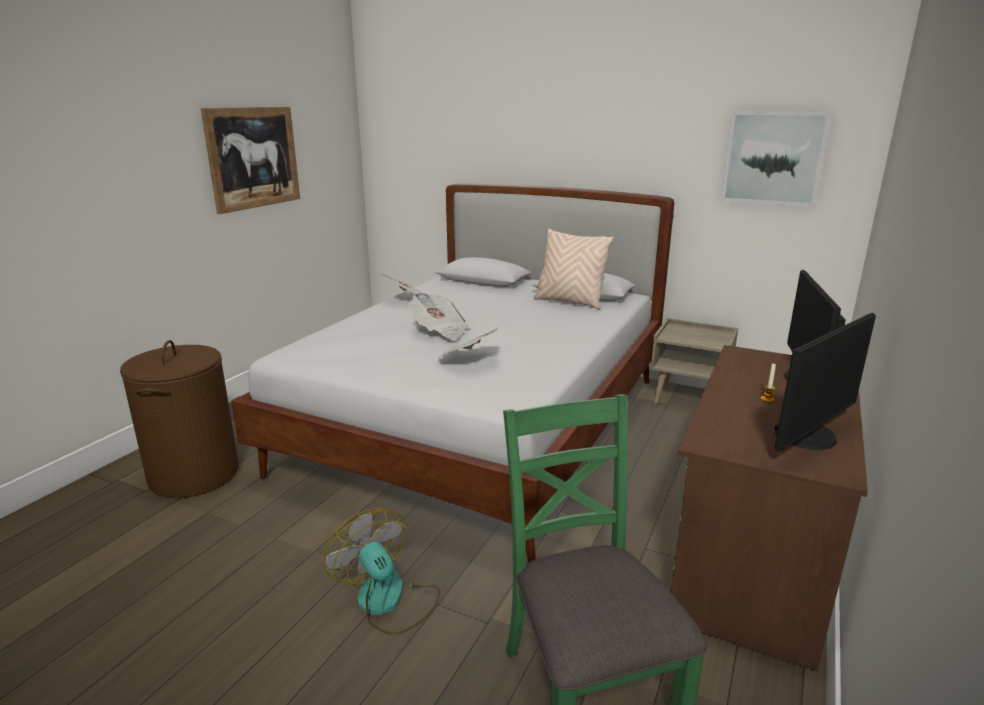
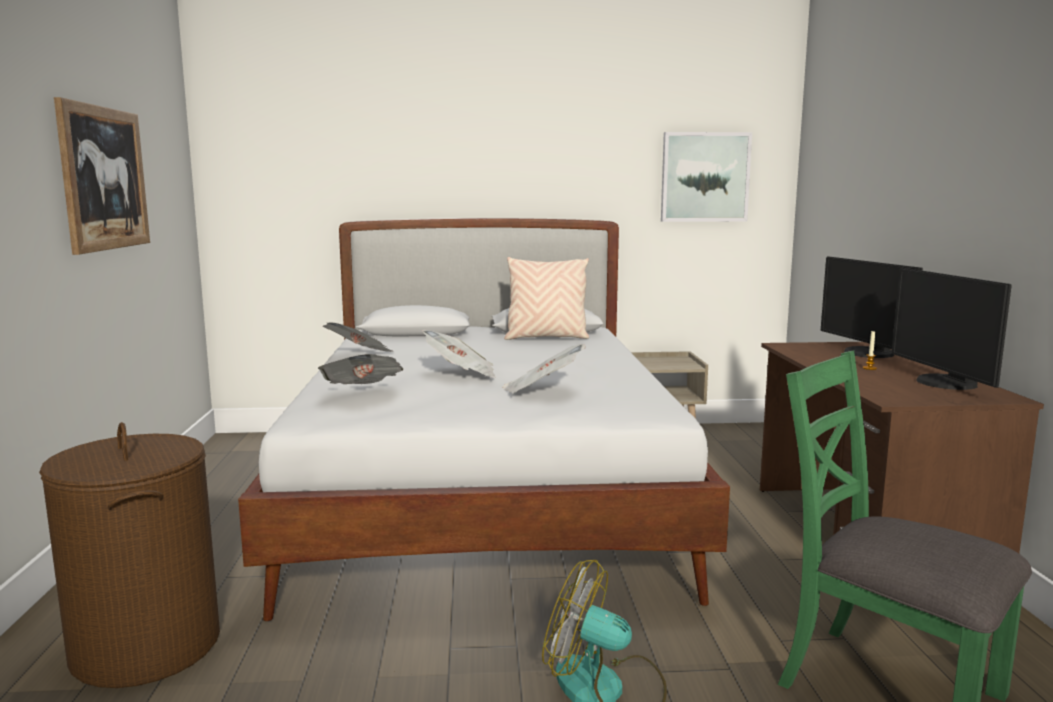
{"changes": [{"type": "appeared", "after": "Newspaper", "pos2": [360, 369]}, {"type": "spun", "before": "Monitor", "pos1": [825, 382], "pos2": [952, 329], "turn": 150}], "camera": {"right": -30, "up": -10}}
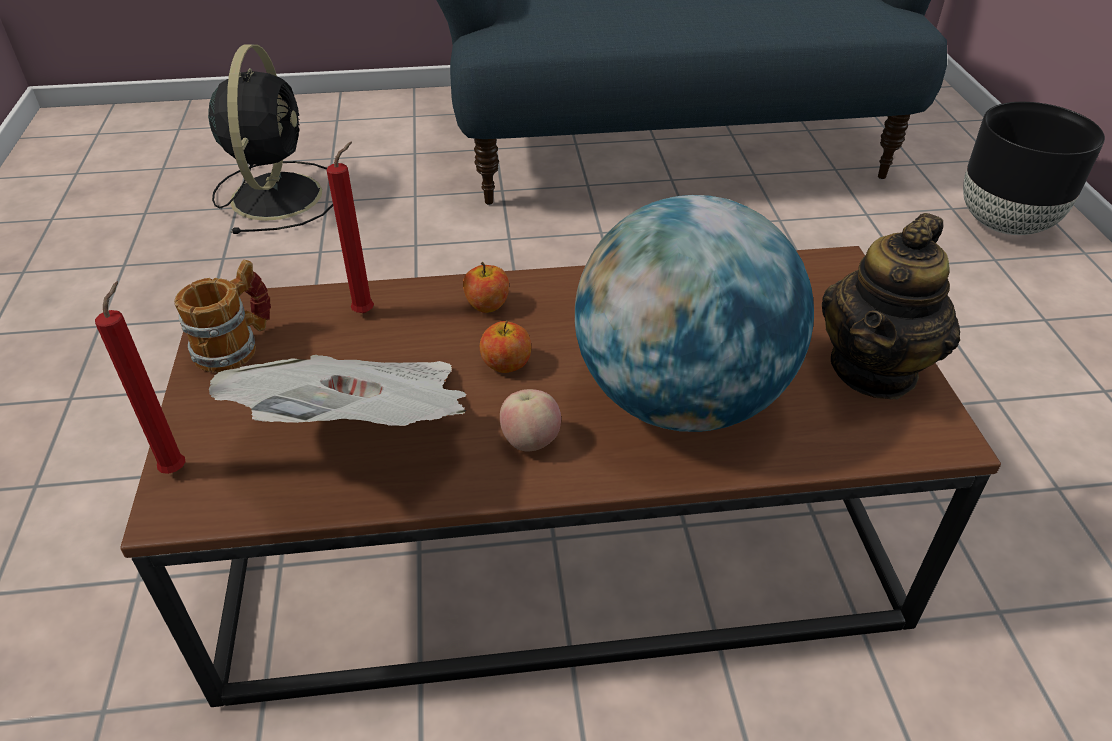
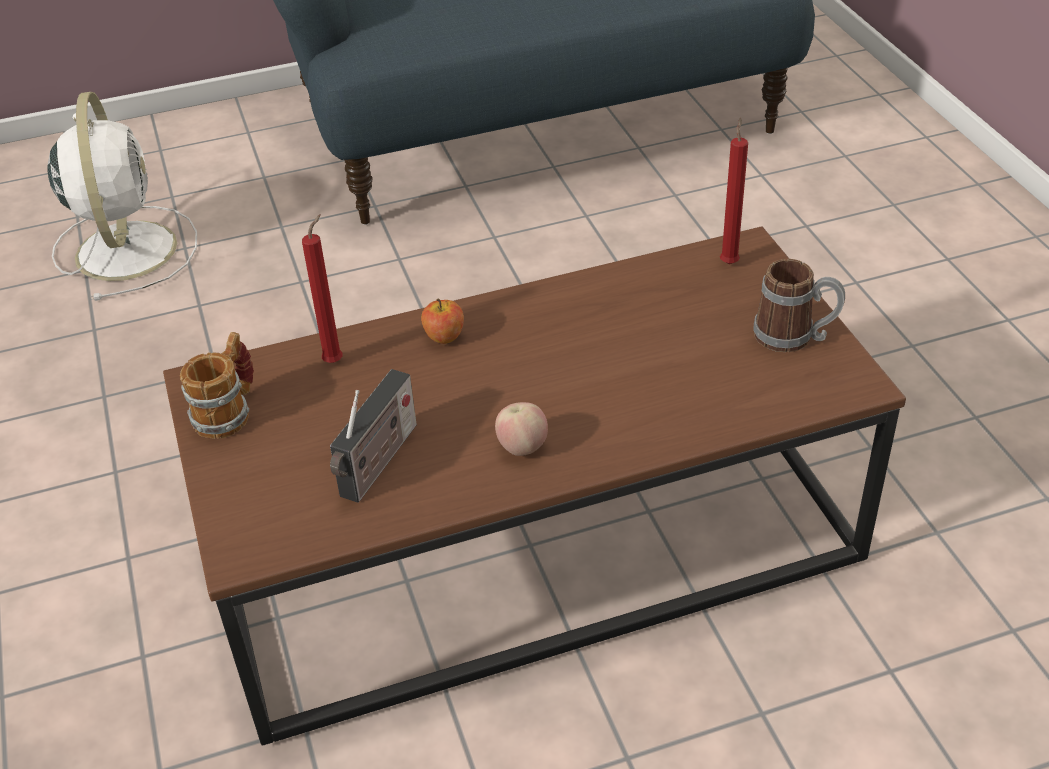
{"changes": [{"type": "colour", "before": "BlackFan", "after": "WhiteFan", "pos1": [270, 139], "pos2": [122, 196]}, {"type": "exchanged", "before": "Newspaper", "after": "Radio", "pos1": [338, 390], "pos2": [373, 436]}, {"type": "relocated", "before": "RedCandle", "pos1": [140, 377], "pos2": [734, 190]}, {"type": "exchanged", "before": "Teapot", "after": "Mug", "pos1": [890, 306], "pos2": [799, 305]}, {"type": "missing", "before": "Apple", "pos1": [505, 346]}, {"type": "missing", "before": "Globe", "pos1": [694, 313]}, {"type": "missing", "before": "BlackPlanter", "pos1": [1034, 168]}], "camera": {"right": -10, "up": 0}}
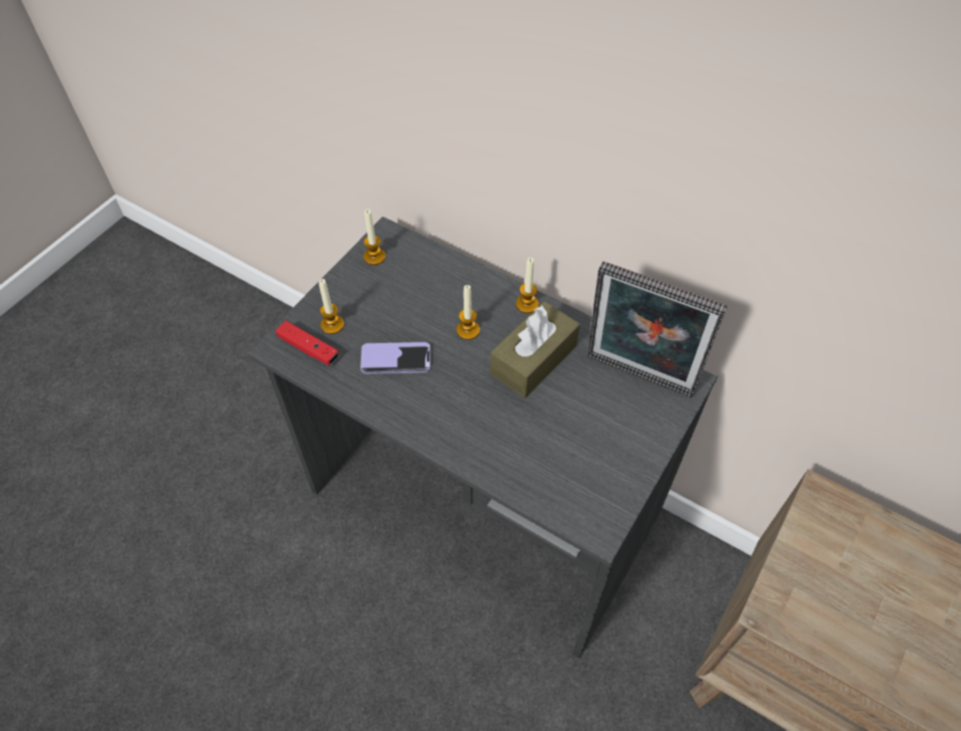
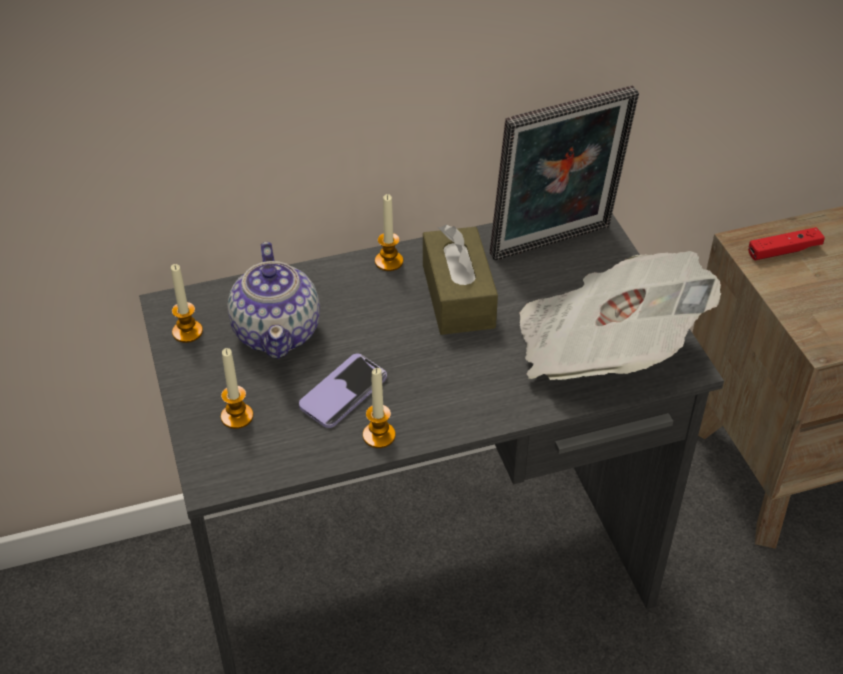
{"changes": [{"type": "appeared", "after": "Teapot", "pos2": [273, 300]}, {"type": "relocated", "before": "Candle", "pos1": [468, 312], "pos2": [379, 408]}, {"type": "appeared", "after": "Newspaper", "pos2": [620, 315]}, {"type": "relocated", "before": "RedGameController", "pos1": [307, 343], "pos2": [786, 243]}], "camera": {"right": -50, "up": -10}}
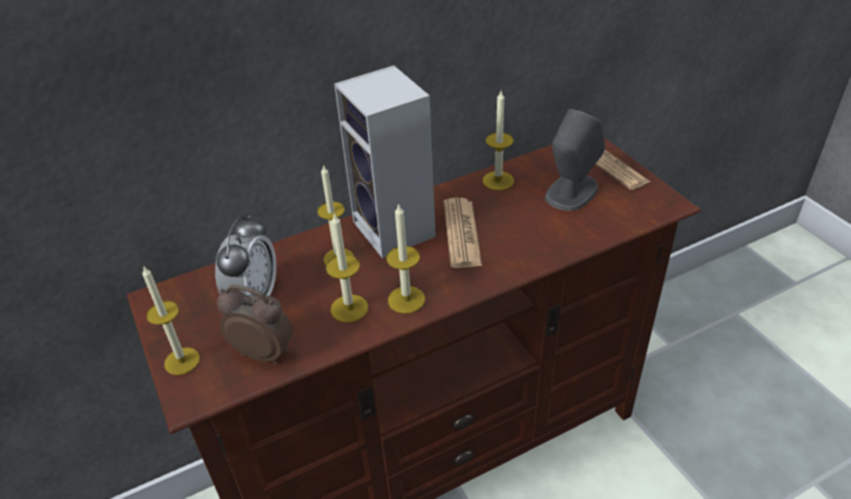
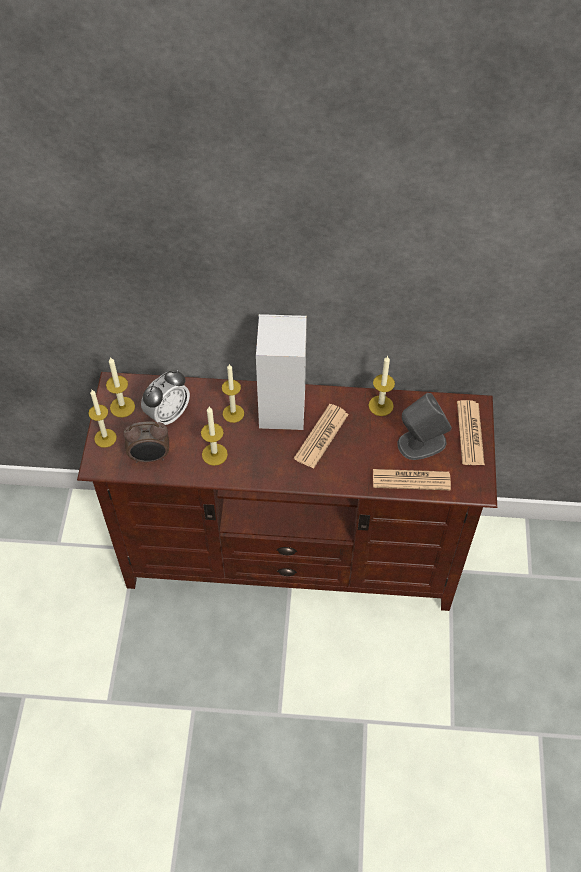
{"changes": [{"type": "relocated", "before": "Candle", "pos1": [405, 258], "pos2": [120, 387]}, {"type": "spun", "before": "AlarmClock", "pos1": [255, 325], "pos2": [146, 442], "turn": 120}, {"type": "appeared", "after": "Newspaper", "pos2": [412, 480]}], "camera": {"right": 30, "up": 15}}
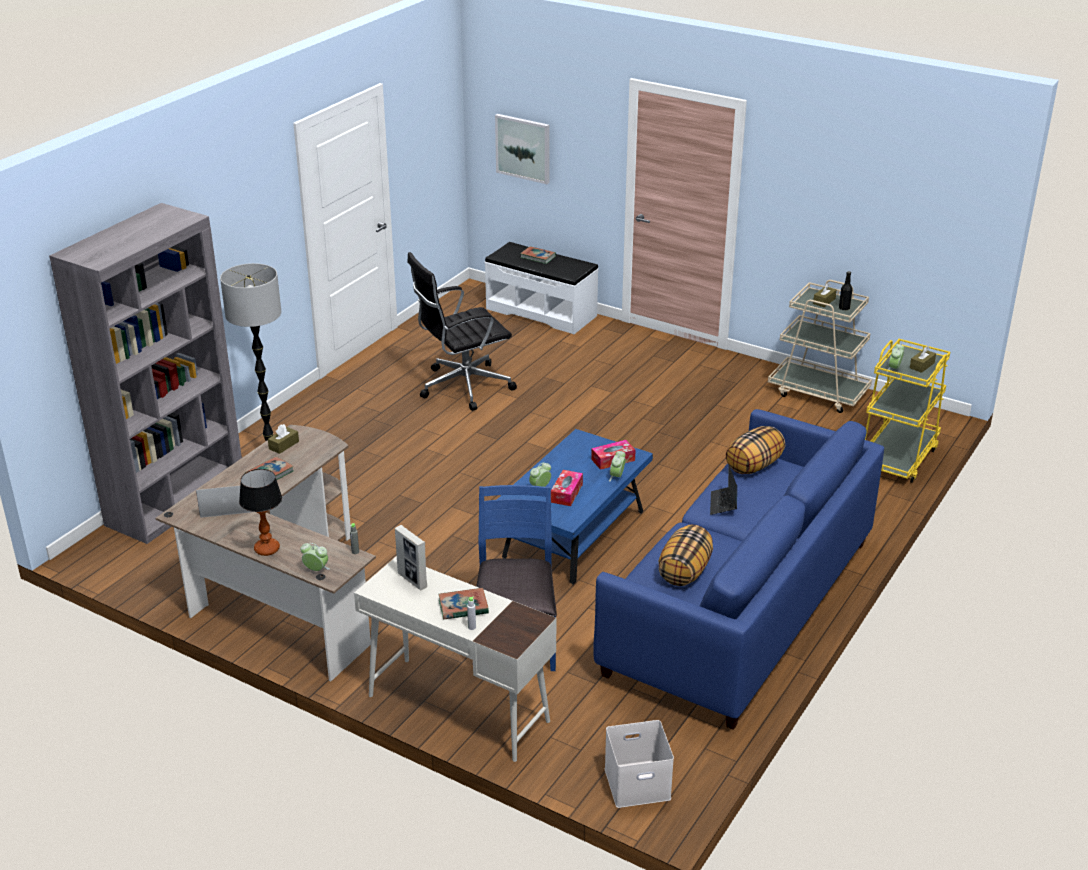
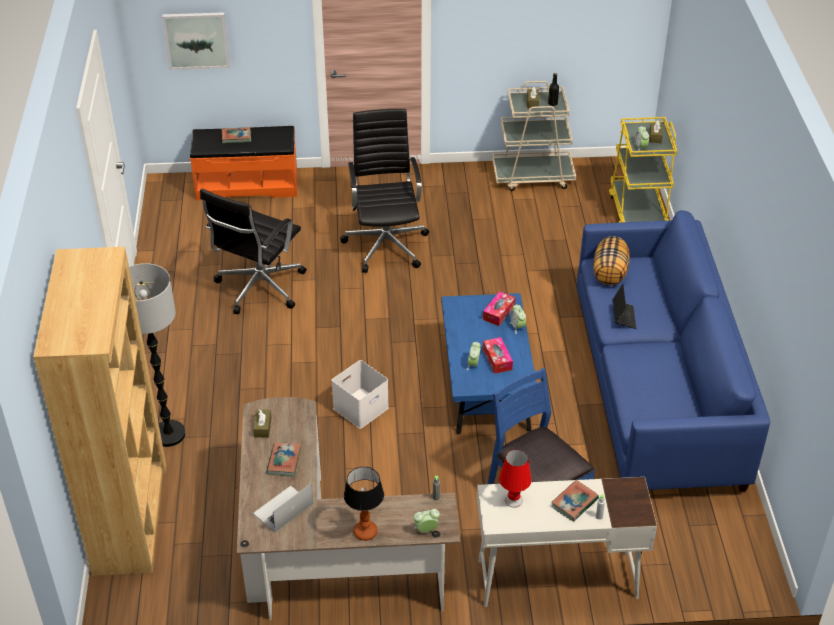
{"changes": [{"type": "colour", "before": "GreyBookcase", "after": "BrownBookcase", "pos1": [145, 373], "pos2": [99, 411]}, {"type": "colour", "before": "WhiteBench", "after": "OrangeBench", "pos1": [541, 288], "pos2": [243, 163]}, {"type": "relocated", "before": "WhiteStorageBox", "pos1": [639, 764], "pos2": [360, 394]}, {"type": "appeared", "after": "BlackOfficeChair", "pos2": [384, 191]}, {"type": "exchanged", "before": "PictureFrame", "after": "RedTableLamp", "pos1": [411, 557], "pos2": [515, 479]}, {"type": "spun", "before": "Laptop", "pos1": [723, 490], "pos2": [624, 306], "turn": -150}, {"type": "missing", "before": "Pillow", "pos1": [686, 555]}], "camera": {"right": -35, "up": 10}}
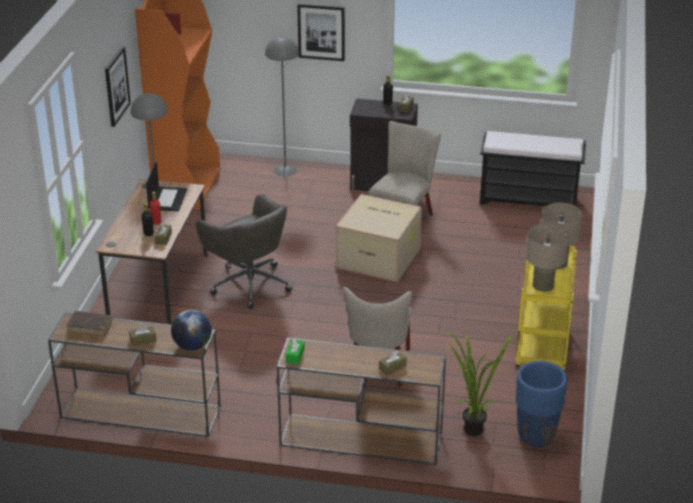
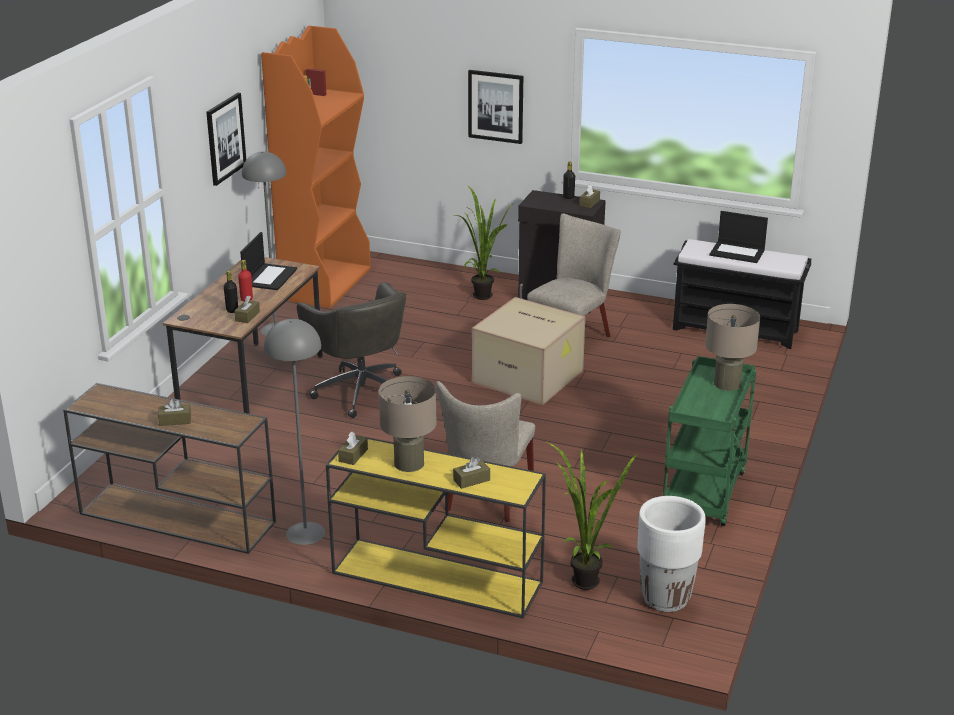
{"changes": [{"type": "relocated", "before": "GreyFloorLamp", "pos1": [282, 106], "pos2": [294, 432]}, {"type": "colour", "before": "BrownConsoleTable", "after": "YellowConsoleTable", "pos1": [361, 401], "pos2": [436, 527]}, {"type": "colour", "before": "GreenTissueBox", "after": "BrownTissueBox", "pos1": [295, 351], "pos2": [353, 448]}, {"type": "relocated", "before": "BeigeTableLamp", "pos1": [547, 258], "pos2": [408, 424]}, {"type": "appeared", "after": "PottedPlant", "pos2": [483, 242]}, {"type": "colour", "before": "BluePlanter", "after": "WhitePlanter", "pos1": [541, 404], "pos2": [671, 554]}, {"type": "colour", "before": "YellowCart", "after": "GreenCart", "pos1": [546, 308], "pos2": [709, 441]}, {"type": "appeared", "after": "Laptop", "pos2": [738, 237]}, {"type": "missing", "before": "BrownBook", "pos1": [90, 324]}, {"type": "missing", "before": "Globe", "pos1": [191, 330]}], "camera": {"right": 10, "up": -5}}
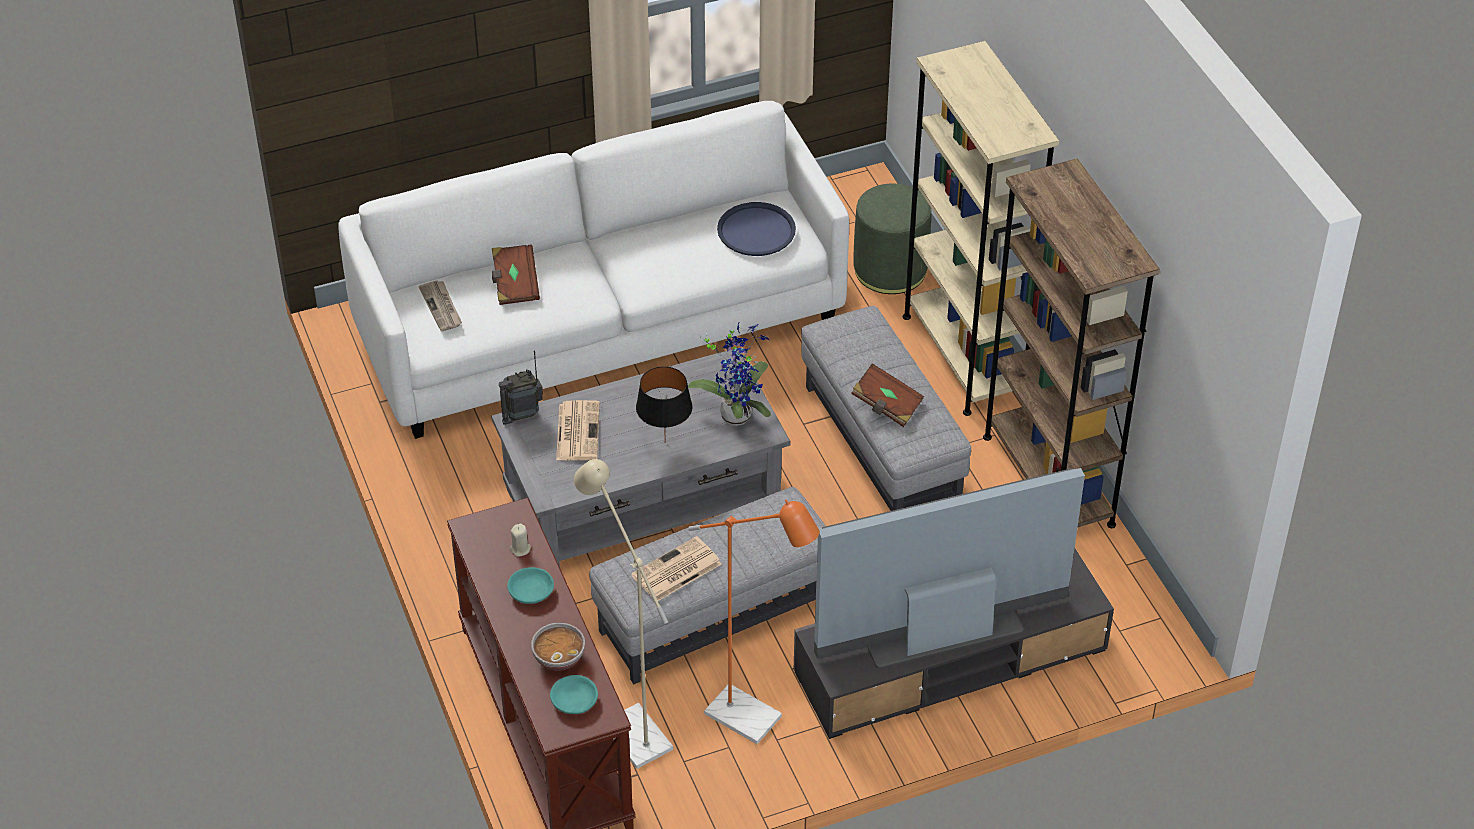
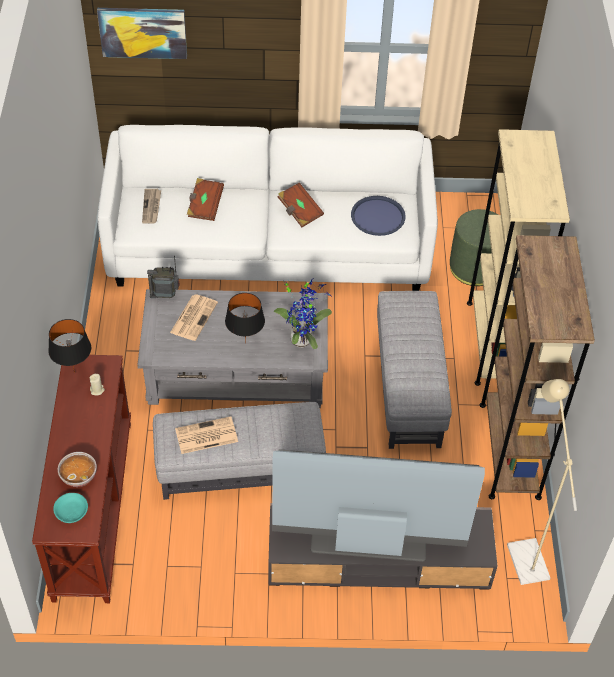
{"changes": [{"type": "appeared", "after": "BlackTableLamp", "pos2": [69, 346]}, {"type": "appeared", "after": "Picture", "pos2": [142, 33]}, {"type": "relocated", "before": "BrownBook", "pos1": [887, 395], "pos2": [301, 204]}, {"type": "relocated", "before": "BeigeFloorLamp", "pos1": [623, 614], "pos2": [542, 482]}, {"type": "missing", "before": "TurquoiseBowl", "pos1": [530, 585]}, {"type": "missing", "before": "OrangeFloorLamp", "pos1": [754, 621]}], "camera": {"right": 20, "up": 5}}
